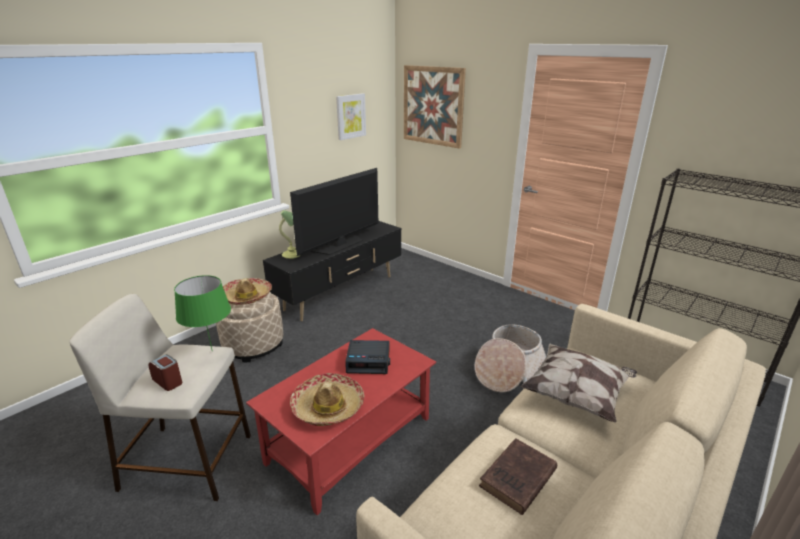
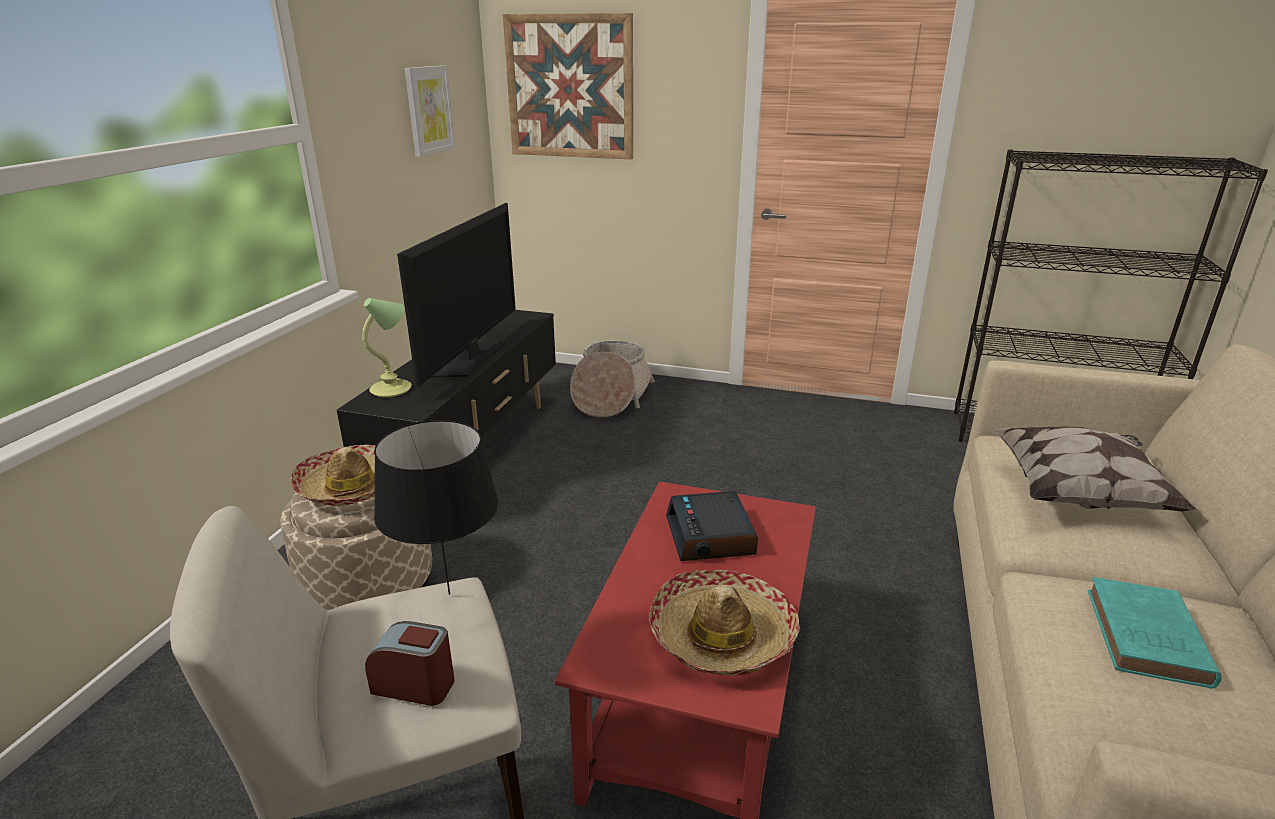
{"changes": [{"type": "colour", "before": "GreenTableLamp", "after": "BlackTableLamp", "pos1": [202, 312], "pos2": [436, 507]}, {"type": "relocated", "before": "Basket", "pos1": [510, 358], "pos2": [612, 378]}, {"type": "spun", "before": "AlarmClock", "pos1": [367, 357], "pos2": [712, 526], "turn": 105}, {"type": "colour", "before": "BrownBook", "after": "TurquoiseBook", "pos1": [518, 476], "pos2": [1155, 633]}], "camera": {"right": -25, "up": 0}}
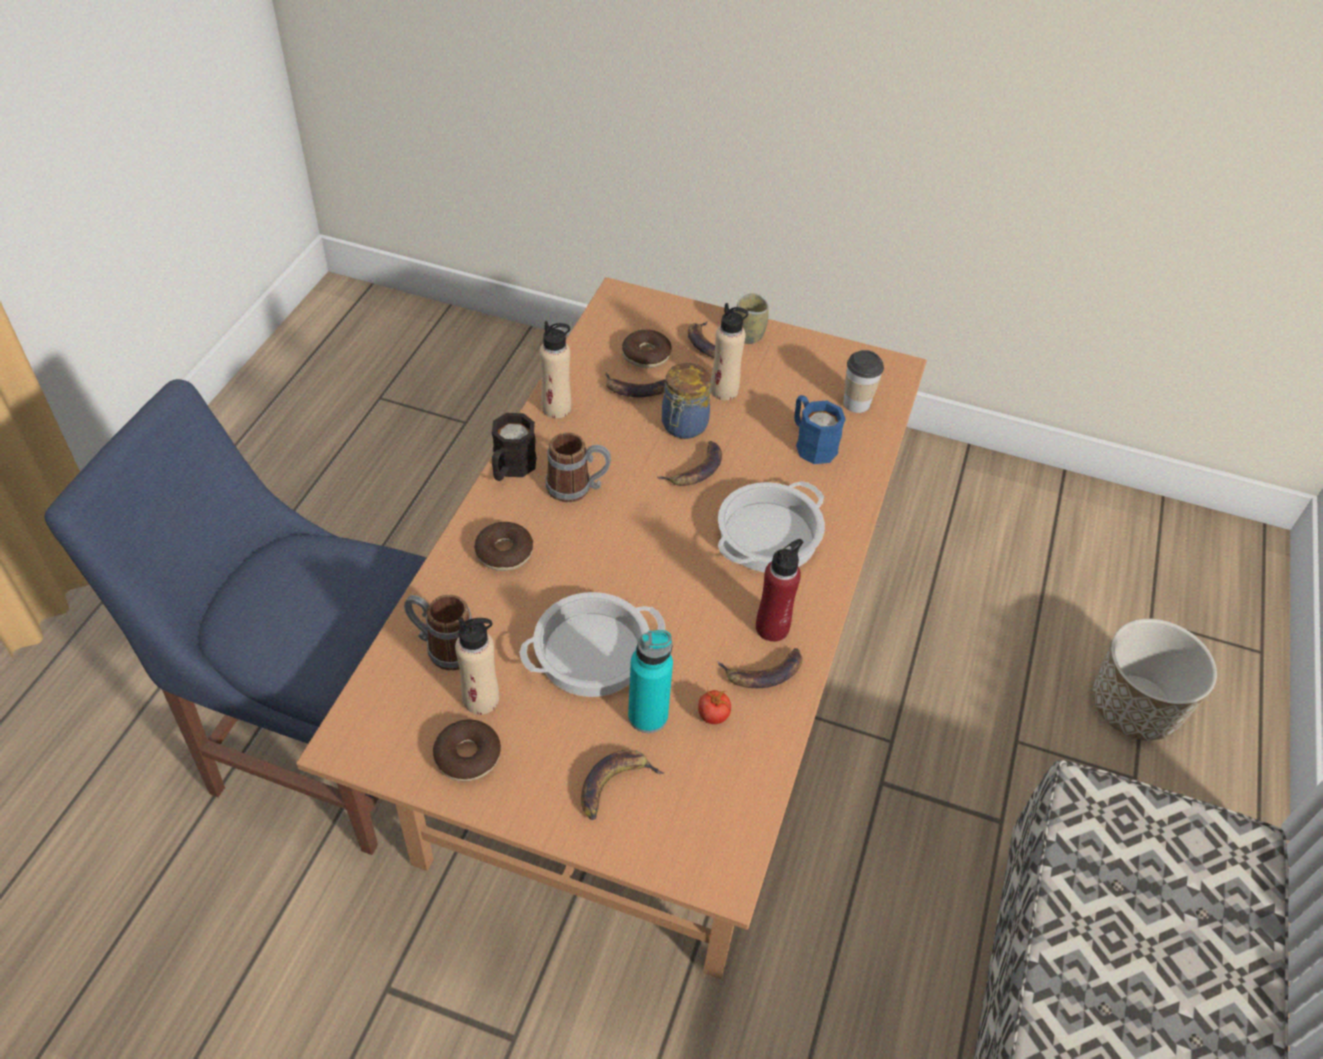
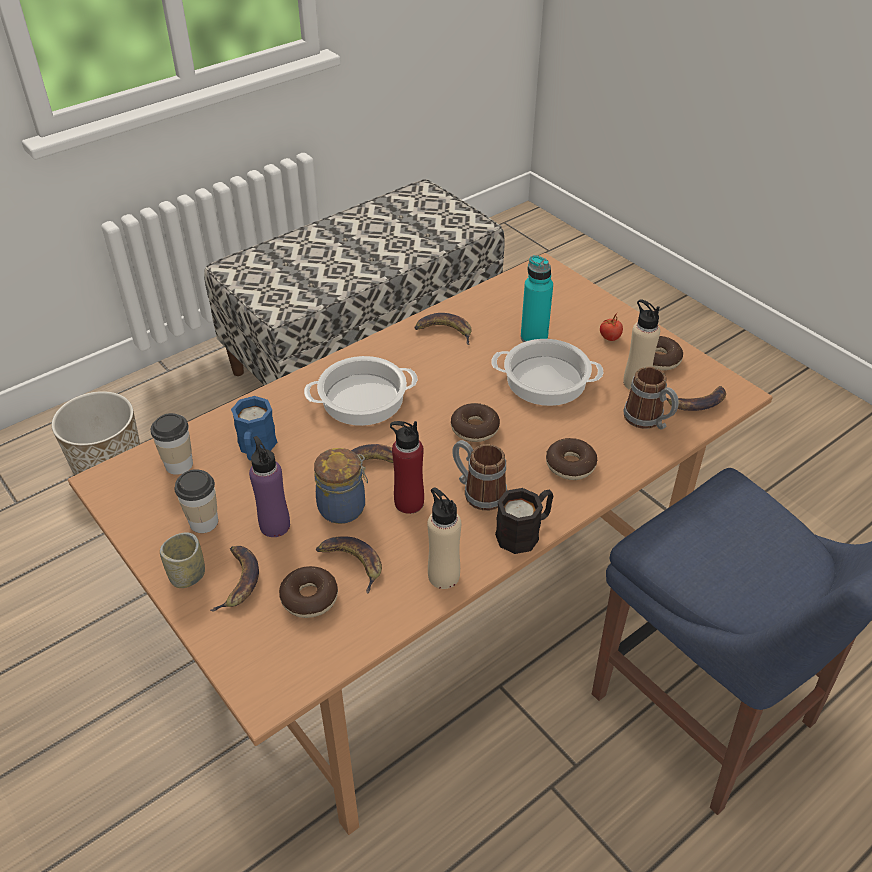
{"changes": [{"type": "appeared", "after": "Cup", "pos2": [196, 501]}, {"type": "colour", "before": "BeigeBottle", "after": "PurpleBottle", "pos1": [729, 351], "pos2": [269, 486]}, {"type": "relocated", "before": "RedBottle", "pos1": [779, 590], "pos2": [407, 467]}, {"type": "appeared", "after": "Donut", "pos2": [475, 422]}, {"type": "relocated", "before": "Tomato", "pos1": [714, 705], "pos2": [611, 327]}, {"type": "relocated", "before": "Banana", "pos1": [622, 785], "pos2": [696, 398]}], "camera": {"right": -145, "up": -5}}
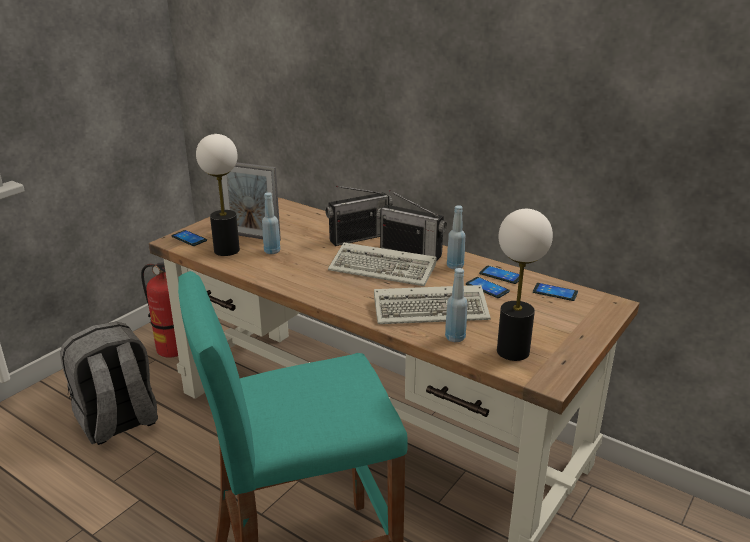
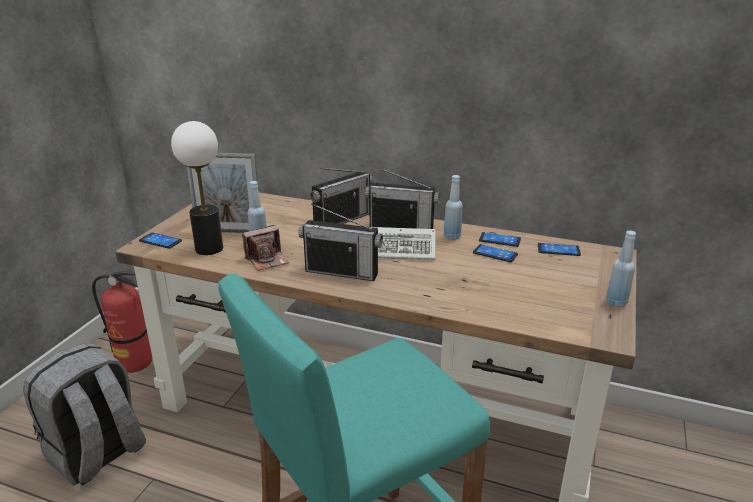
{"changes": [{"type": "appeared", "after": "PhotoCamera", "pos2": [265, 248]}, {"type": "appeared", "after": "Radio", "pos2": [340, 242]}, {"type": "relocated", "before": "BlueBottle", "pos1": [456, 305], "pos2": [621, 269]}, {"type": "missing", "before": "Keyboard", "pos1": [432, 304]}, {"type": "missing", "before": "TableLamp", "pos1": [525, 285]}], "camera": {"right": -15, "up": 0}}
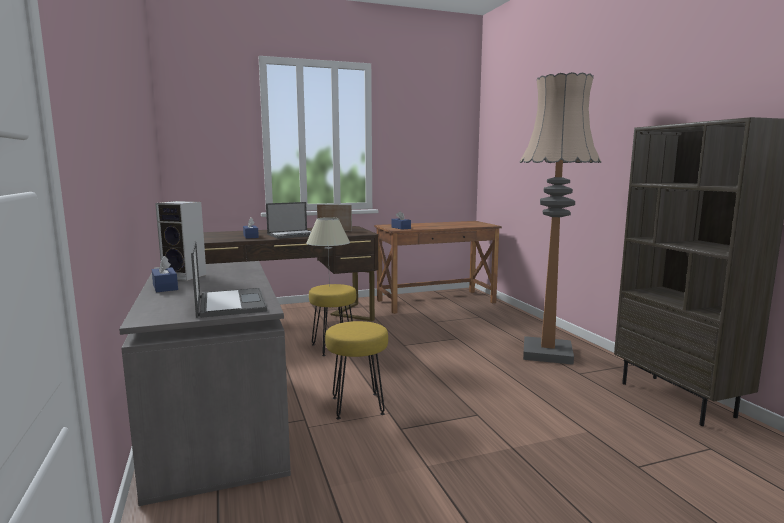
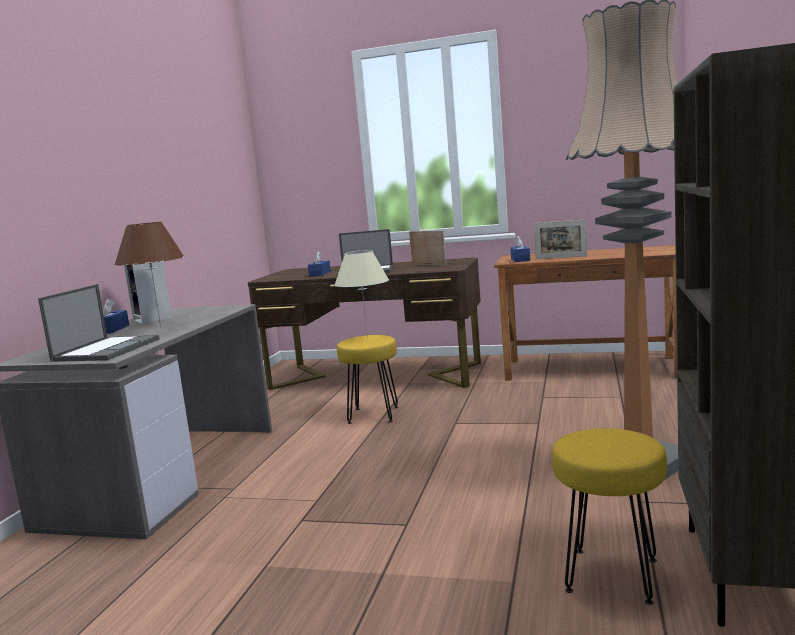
{"changes": [{"type": "appeared", "after": "BrownTableLamp", "pos2": [149, 274]}, {"type": "appeared", "after": "PictureFrame", "pos2": [560, 239]}, {"type": "relocated", "before": "YellowStool", "pos1": [356, 370], "pos2": [609, 516]}], "camera": {"right": 35, "up": 0}}
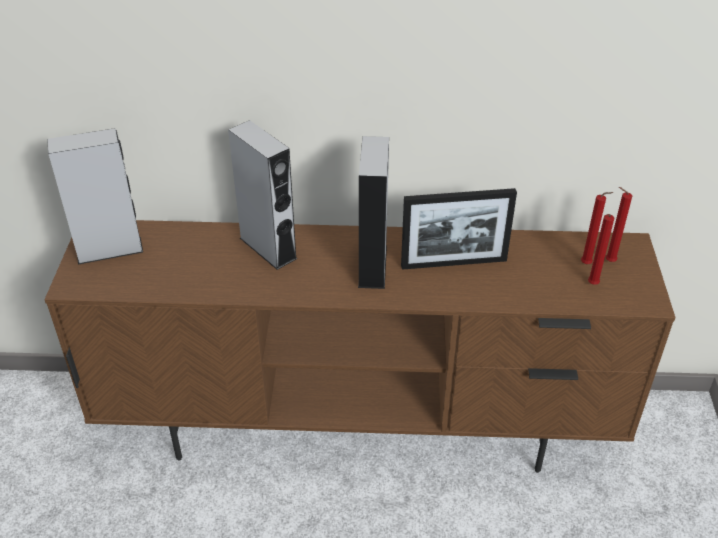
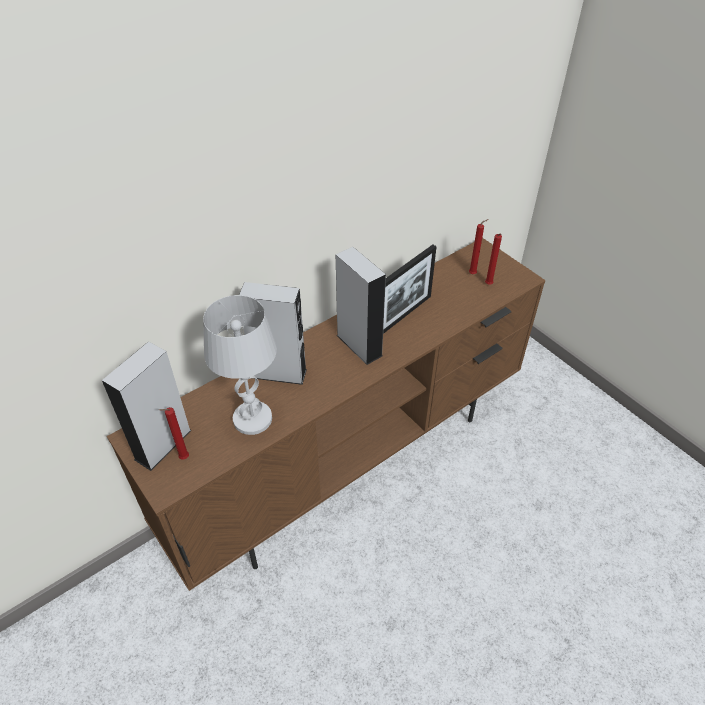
{"changes": [{"type": "relocated", "before": "RedCandle", "pos1": [619, 224], "pos2": [174, 433]}, {"type": "appeared", "after": "WhiteTableLamp", "pos2": [240, 365]}], "camera": {"right": -40, "up": 5}}
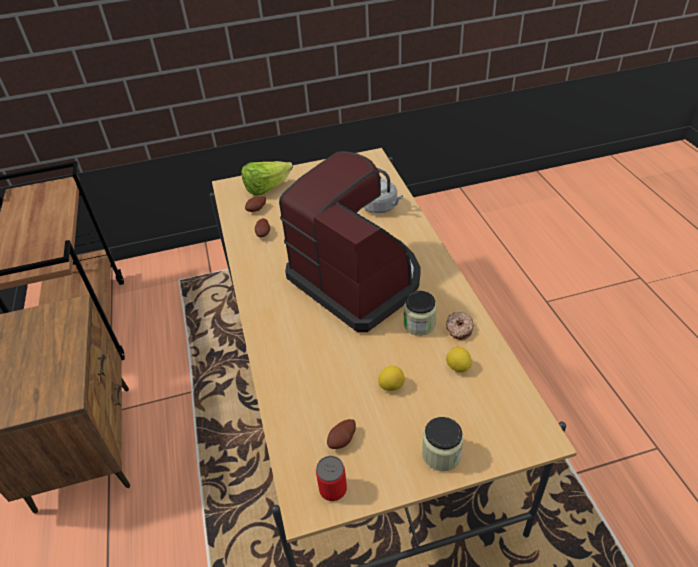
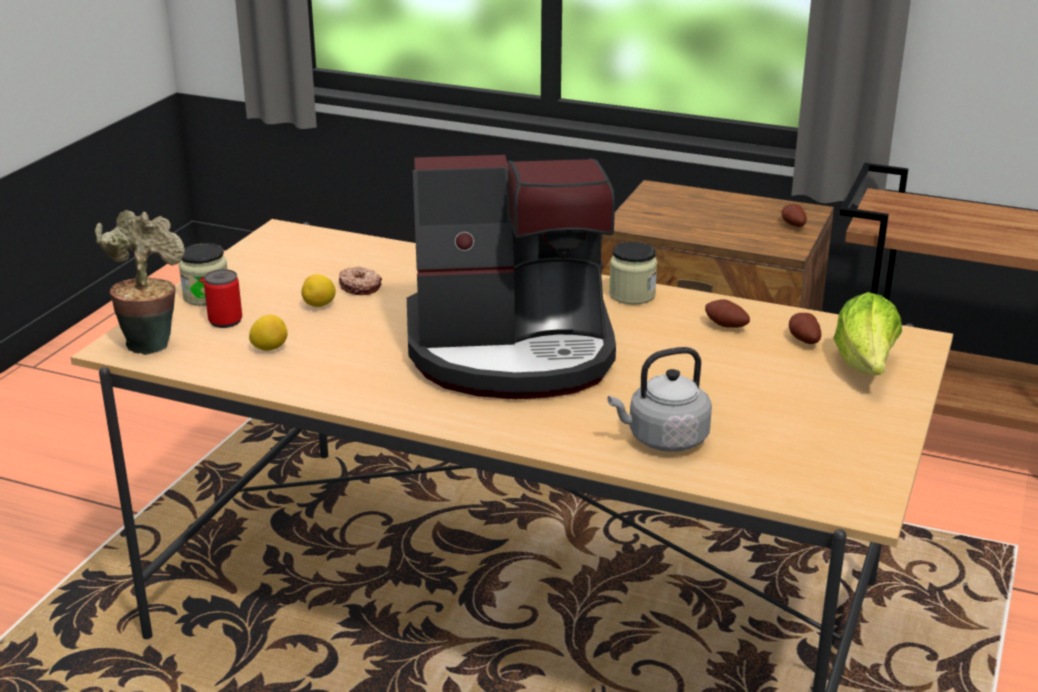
{"changes": [{"type": "appeared", "after": "PottedPlant", "pos2": [140, 282]}, {"type": "relocated", "before": "Can", "pos1": [331, 478], "pos2": [223, 298]}, {"type": "relocated", "before": "Donut", "pos1": [460, 326], "pos2": [360, 281]}, {"type": "relocated", "before": "Jar", "pos1": [420, 313], "pos2": [633, 273]}, {"type": "relocated", "before": "Potato", "pos1": [341, 434], "pos2": [794, 215]}], "camera": {"right": 125, "up": -15}}
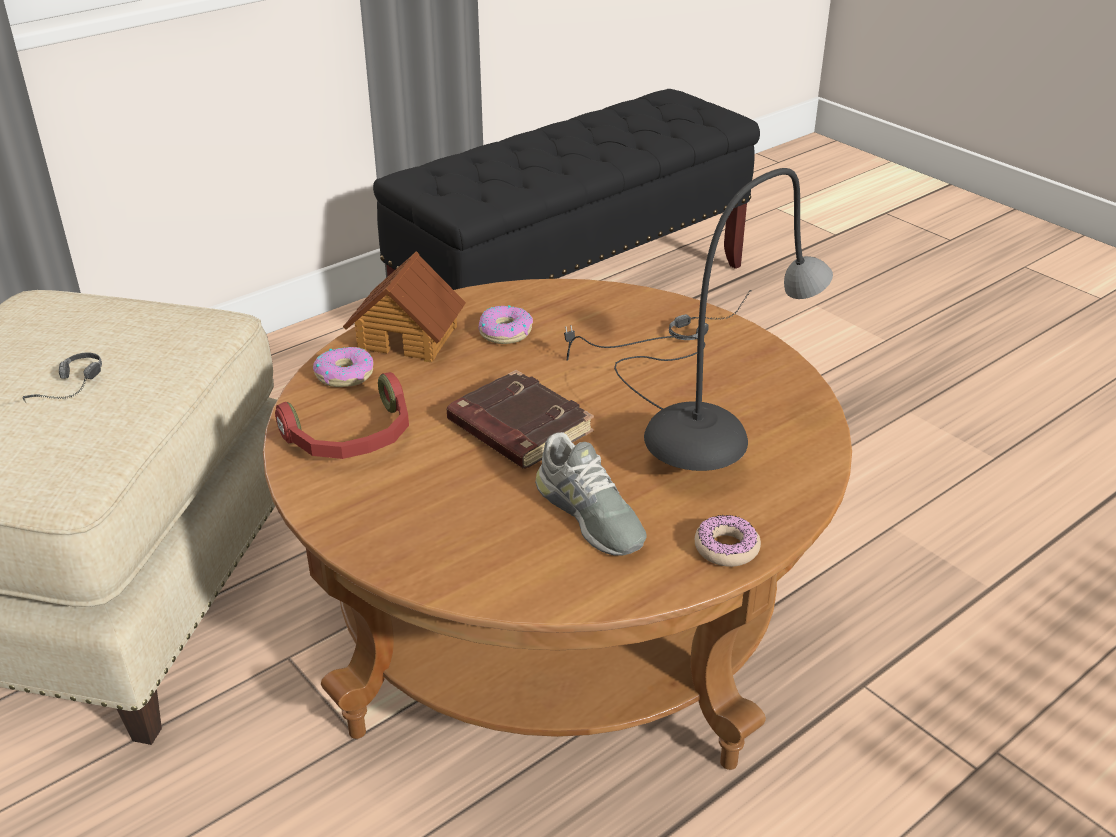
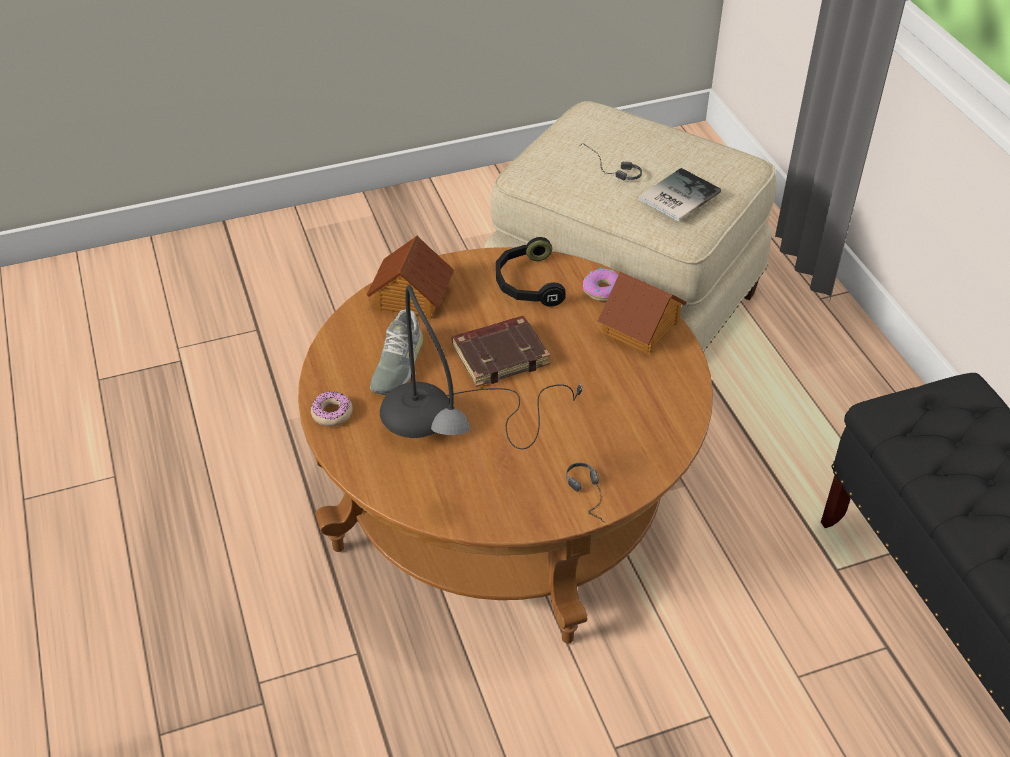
{"changes": [{"type": "appeared", "after": "ToyHouse", "pos2": [410, 277]}, {"type": "spun", "before": "GreyShoe", "pos1": [591, 494], "pos2": [396, 352], "turn": -60}, {"type": "colour", "before": "RedHeadphones", "after": "BlackHeadphones", "pos1": [342, 415], "pos2": [531, 272]}, {"type": "appeared", "after": "Book", "pos2": [680, 195]}, {"type": "missing", "before": "Donut", "pos1": [505, 324]}], "camera": {"right": 110, "up": 10}}
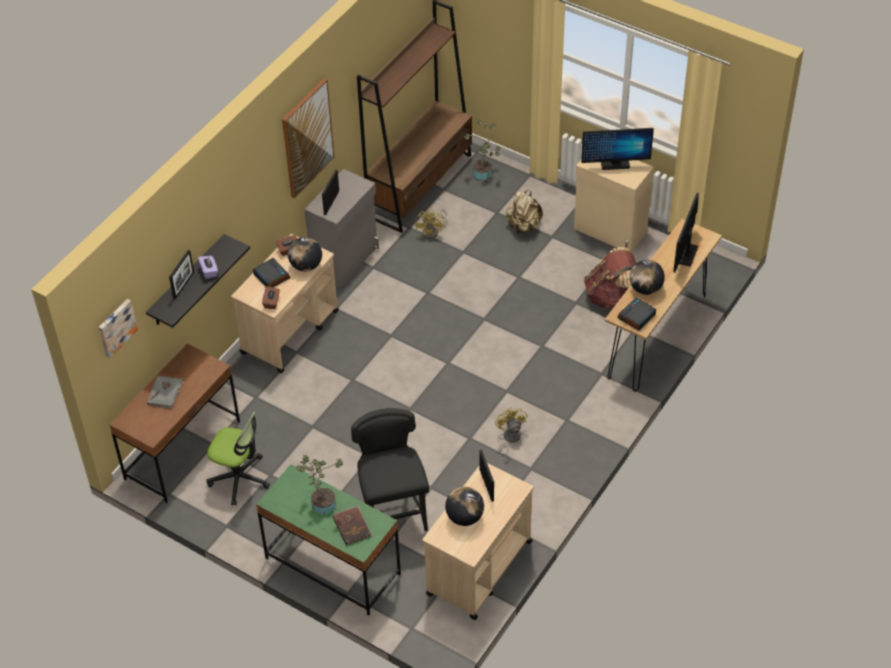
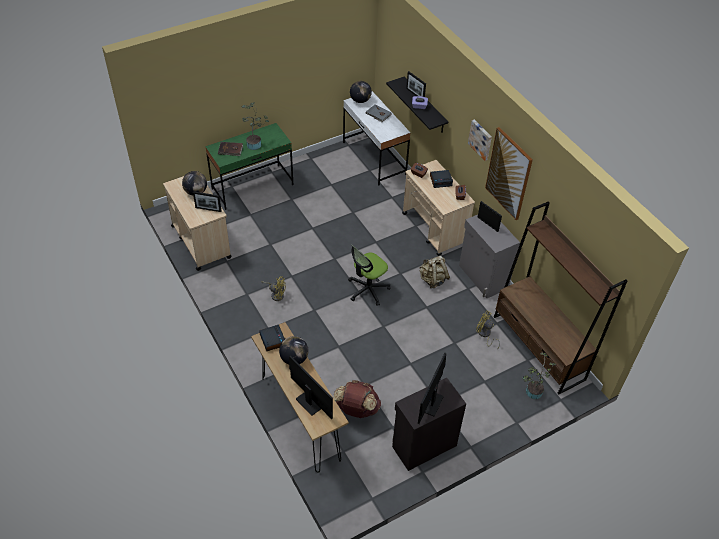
{"changes": [{"type": "colour", "before": "BrownDesk", "after": "WhiteDesk", "pos1": [174, 423], "pos2": [377, 138]}, {"type": "relocated", "before": "OfficeChair", "pos1": [238, 458], "pos2": [369, 275]}, {"type": "relocated", "before": "Globe", "pos1": [305, 254], "pos2": [361, 92]}, {"type": "colour", "before": "BeigeCabinet", "after": "BlackCabinet", "pos1": [614, 206], "pos2": [429, 424]}, {"type": "relocated", "before": "BeigeBackpack", "pos1": [524, 212], "pos2": [435, 271]}, {"type": "relocated", "before": "Picture", "pos1": [118, 328], "pos2": [480, 140]}, {"type": "missing", "before": "BlackStool", "pos1": [390, 469]}], "camera": {"right": 115, "up": 0}}
